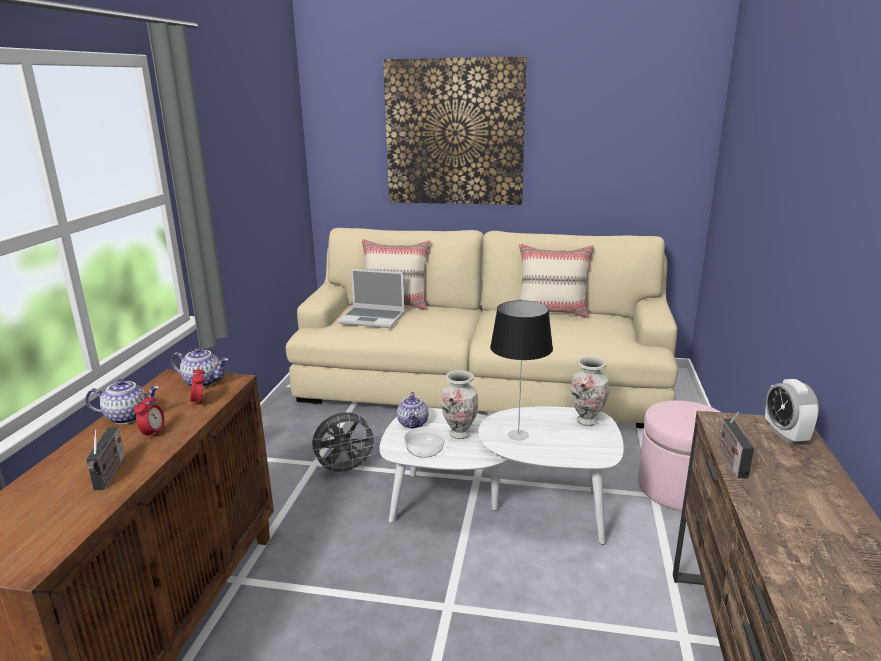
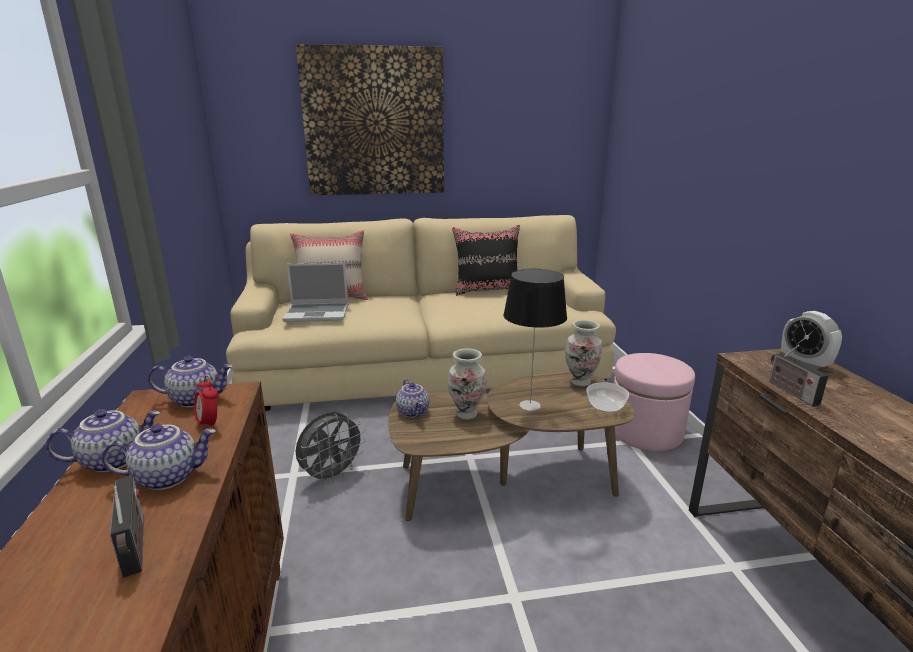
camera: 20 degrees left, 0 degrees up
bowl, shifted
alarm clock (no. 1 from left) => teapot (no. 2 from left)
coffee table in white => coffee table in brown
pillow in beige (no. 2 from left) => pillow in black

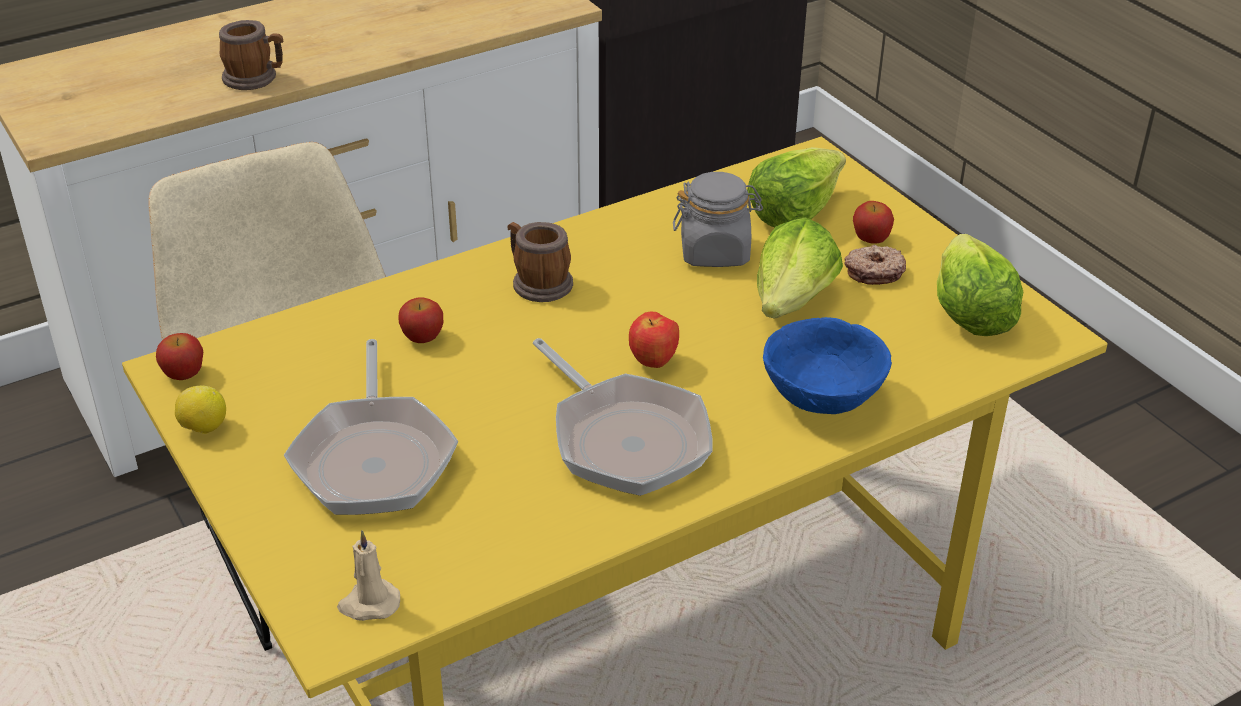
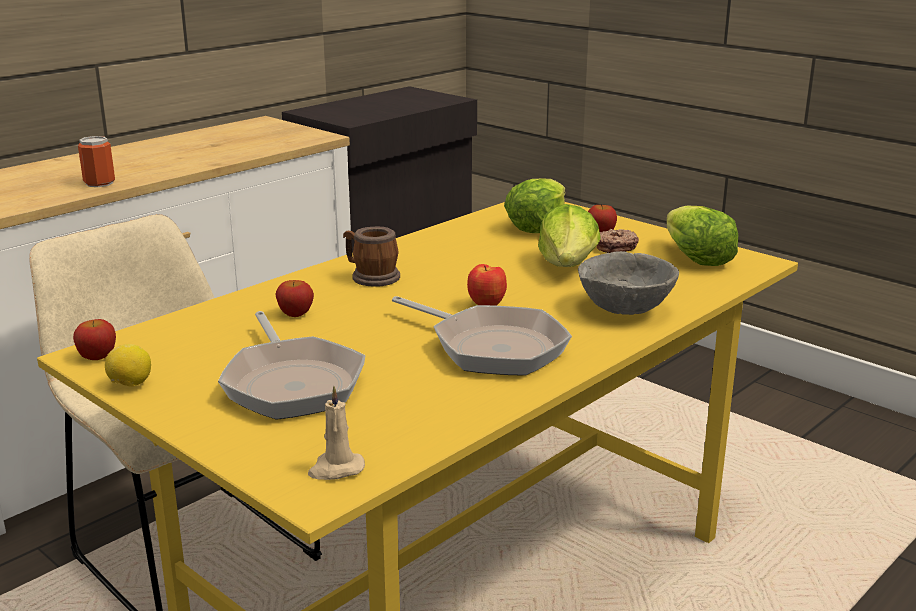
camera: 15 degrees left, 15 degrees down
jar in grey => nothing
mug (no. 1 from left) => can
bowl in blue => bowl in grey

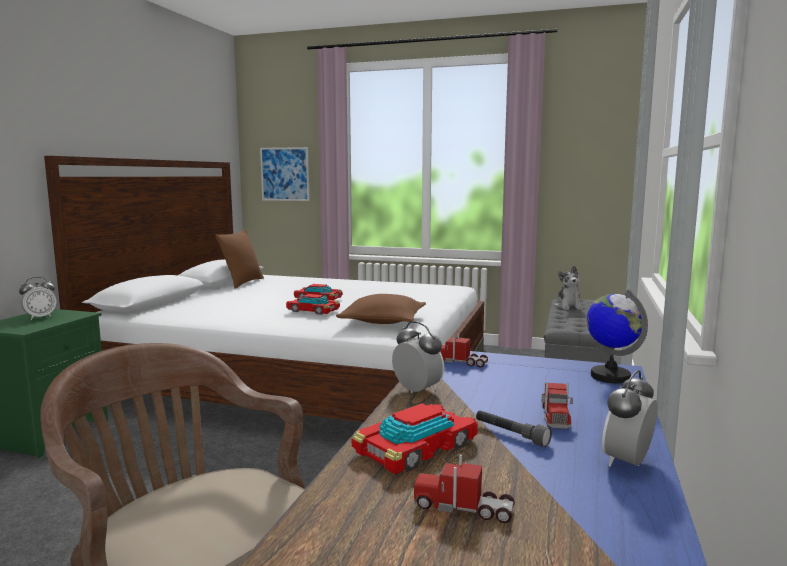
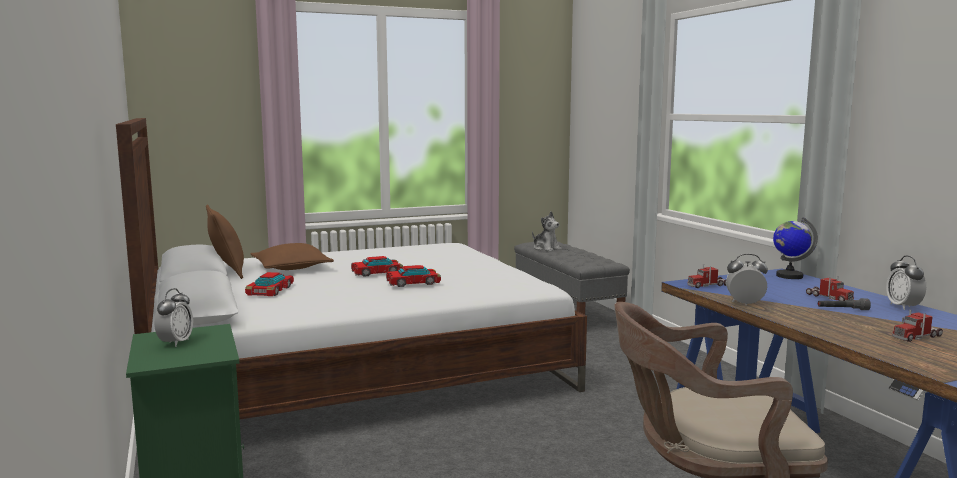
camera: 40 degrees left, 0 degrees up
picture => nothing
pillow in brown (no. 2 from left), shifted
toy car (no. 3 from left in the first image) => toy car (no. 1 from left), shifted

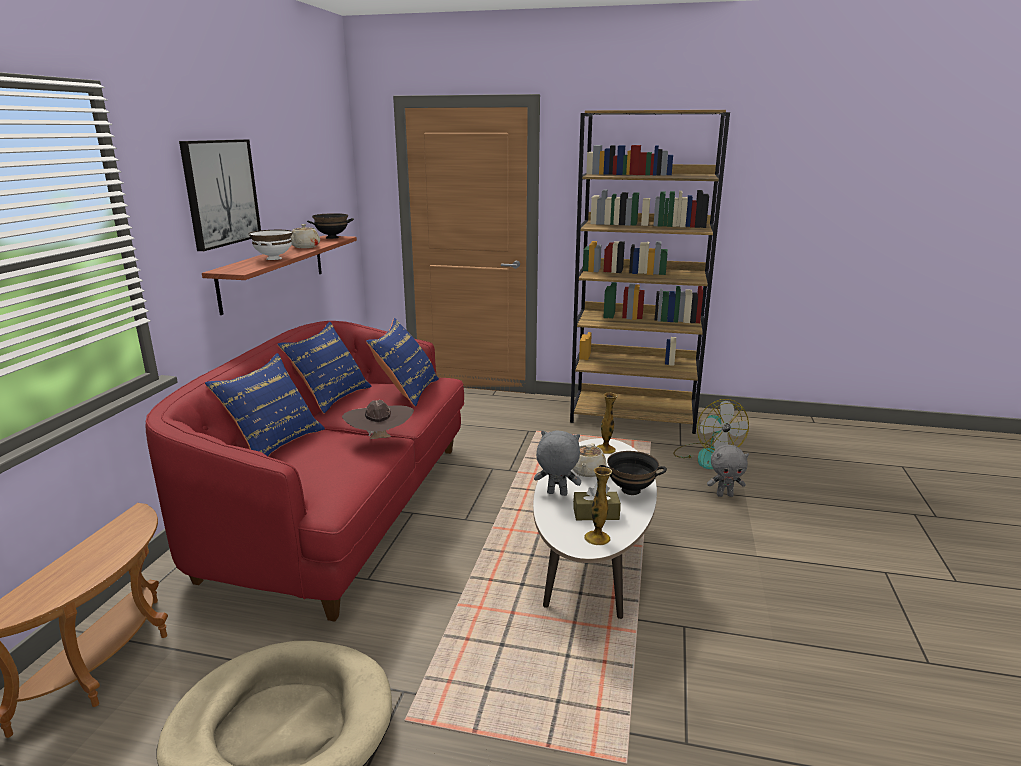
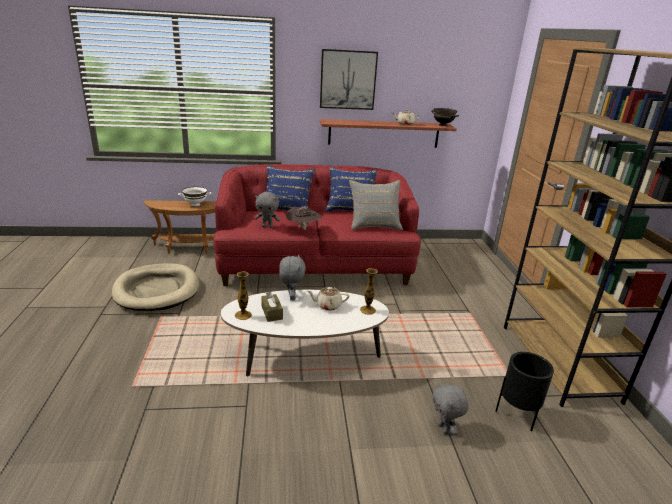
camera: 70 degrees right, 5 degrees up
bowl in black (no. 2 from left) => nothing
nothing => plush toy in grey (no. 1 from left)
bowl in white, shifted
fan => planter in black
pillow in blue (no. 3 from left) => pillow in grey

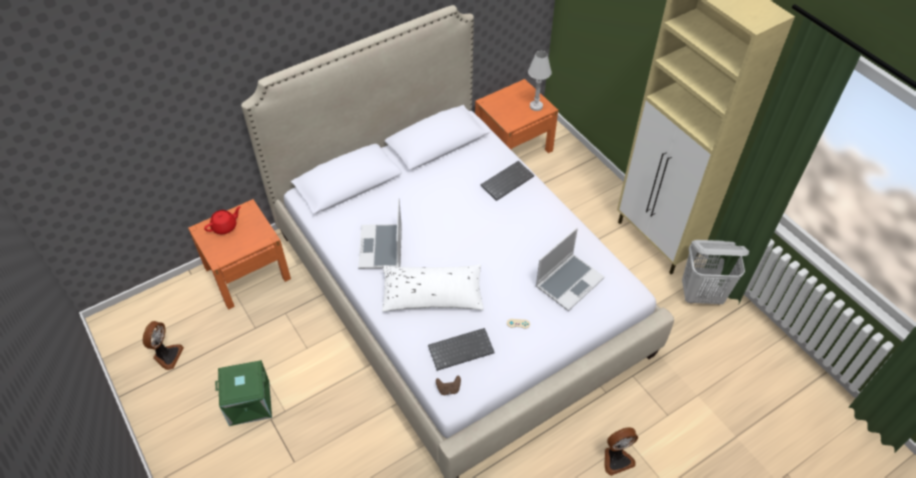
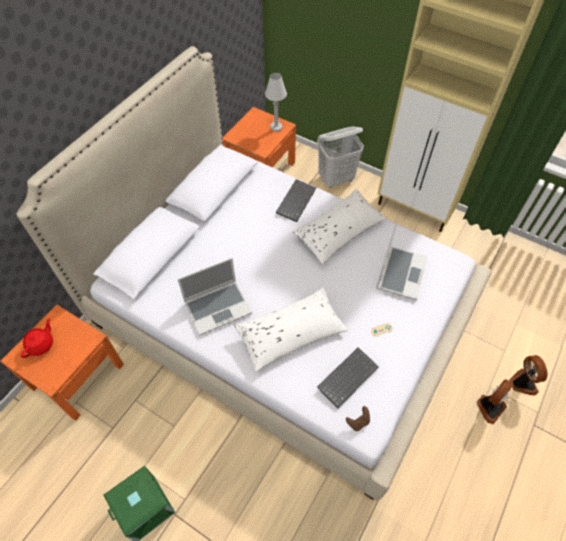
camera: 25 degrees left, 5 degrees up
nothing => pillow in white (no. 2 from left)
fan (no. 1 from left in the first image) => fan (no. 2 from left), shifted
laundry basket in white, shifted
laptop (no. 1 from left), 90 degrees counterclockwise

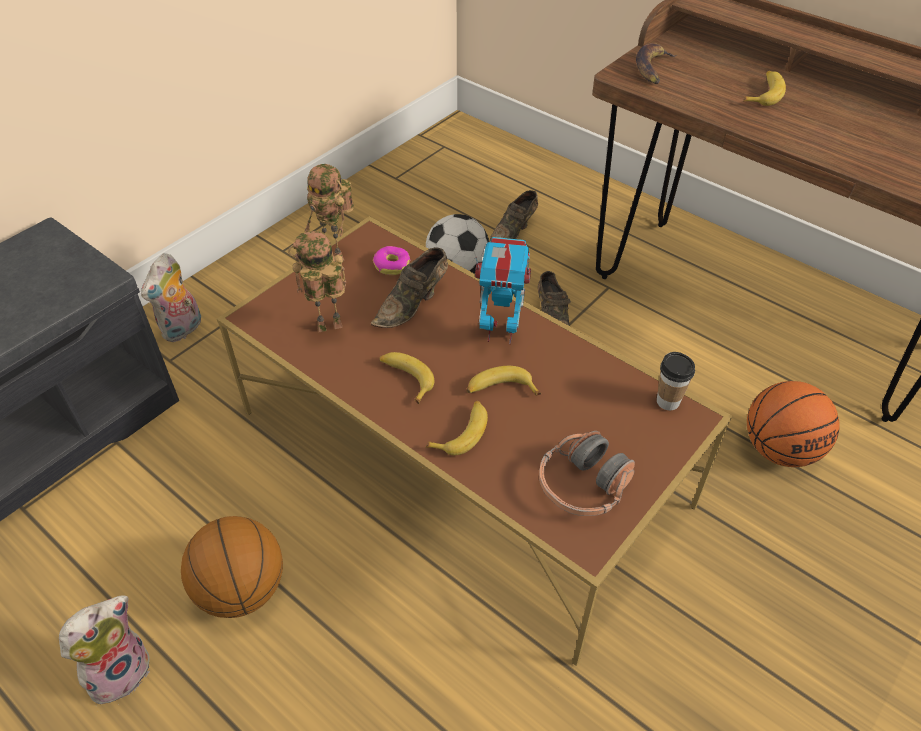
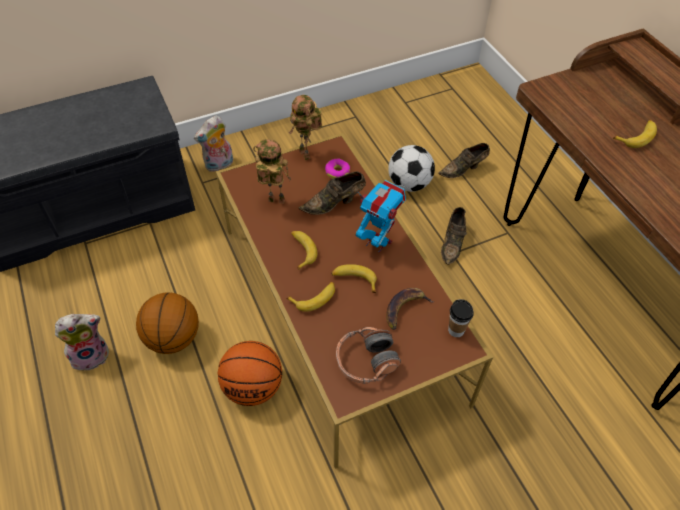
camera: 25 degrees right, 5 degrees up
banana (no. 4 from left), shifted
basketball (no. 2 from left), shifted

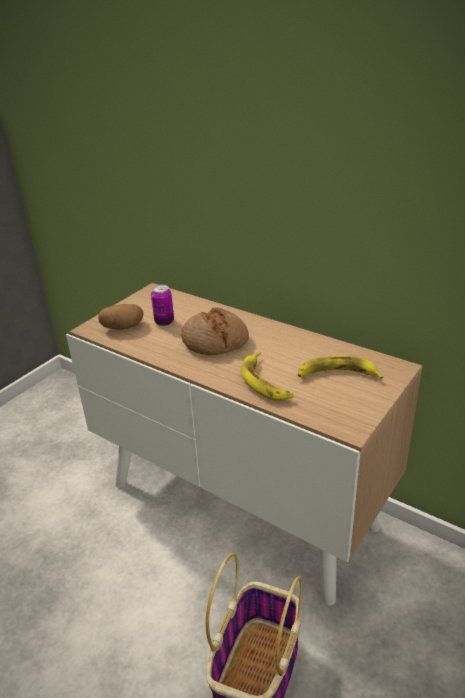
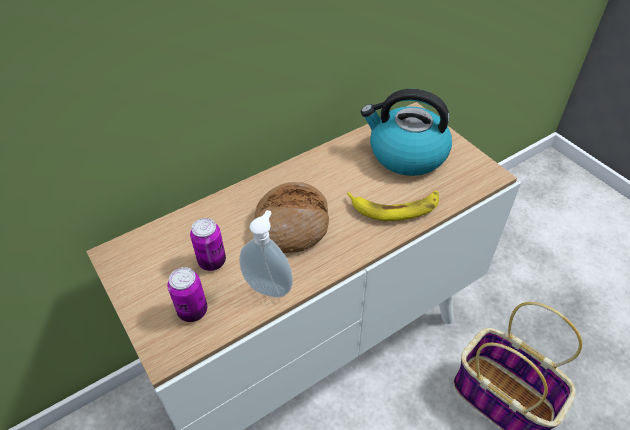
camera: 70 degrees left, 15 degrees up
nothing => soap dispenser
potato => can (no. 1 from left)
banana (no. 2 from left) => kettle

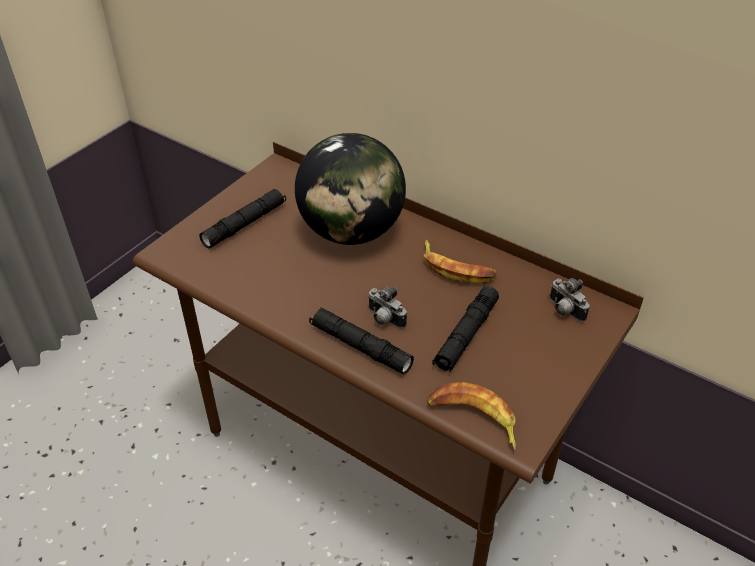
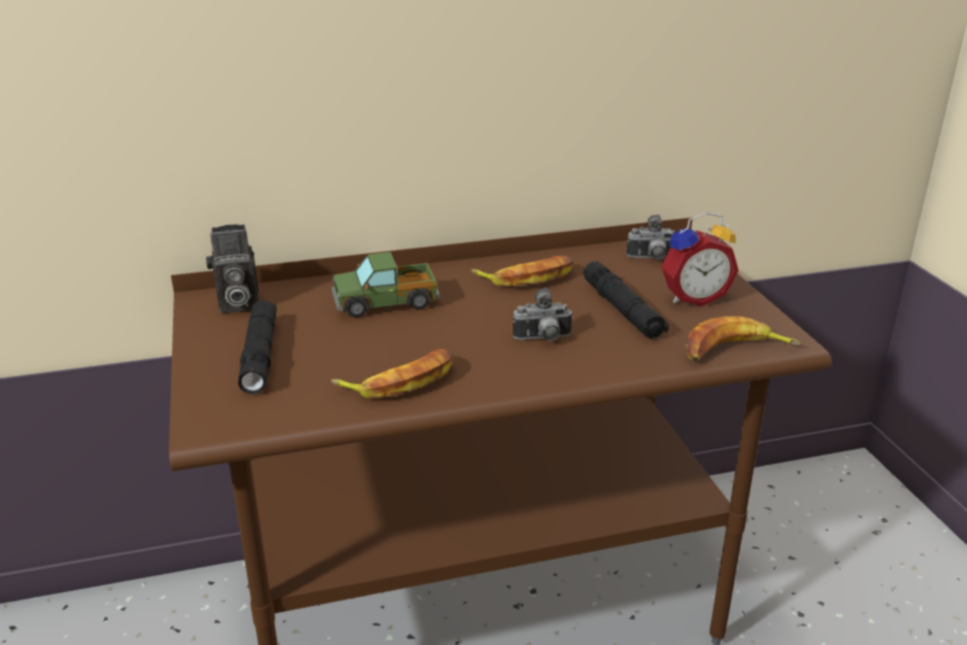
camera: 50 degrees left, 15 degrees down
flashlight in black (no. 2 from left) => nothing
nothing => photo camera (no. 1 from left)
nothing => banana (no. 1 from left)
nothing => alarm clock
globe => toy truck

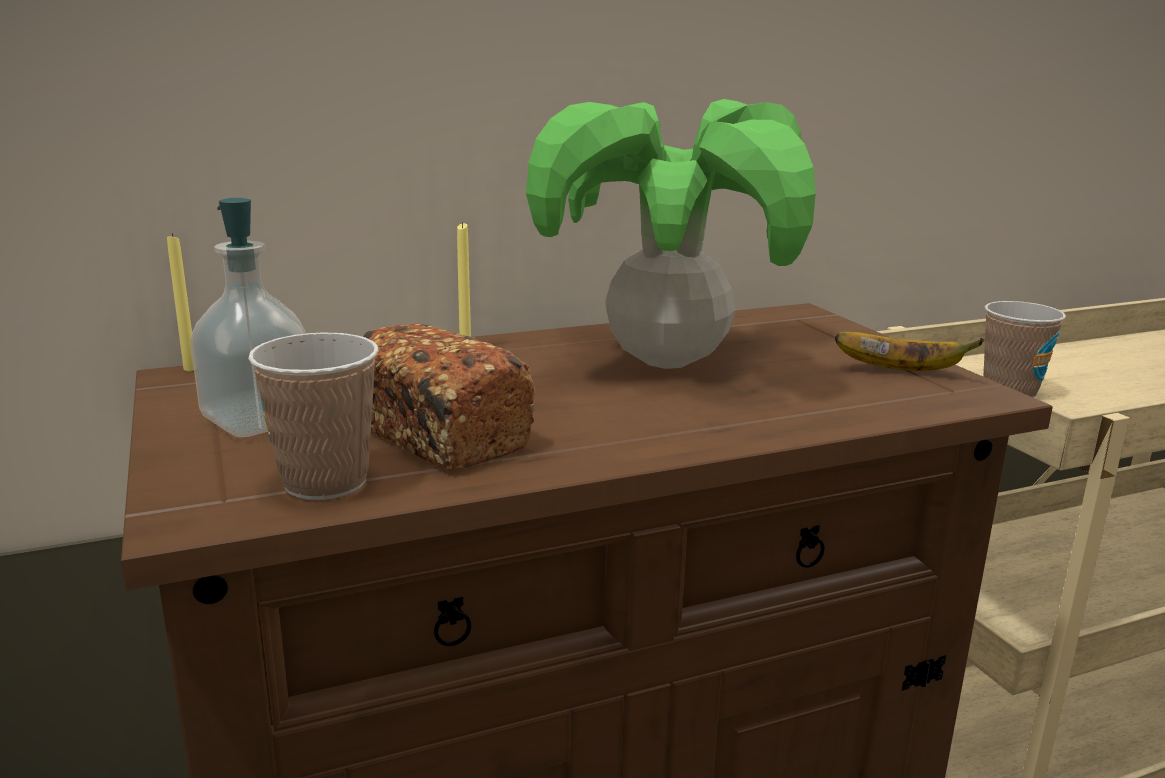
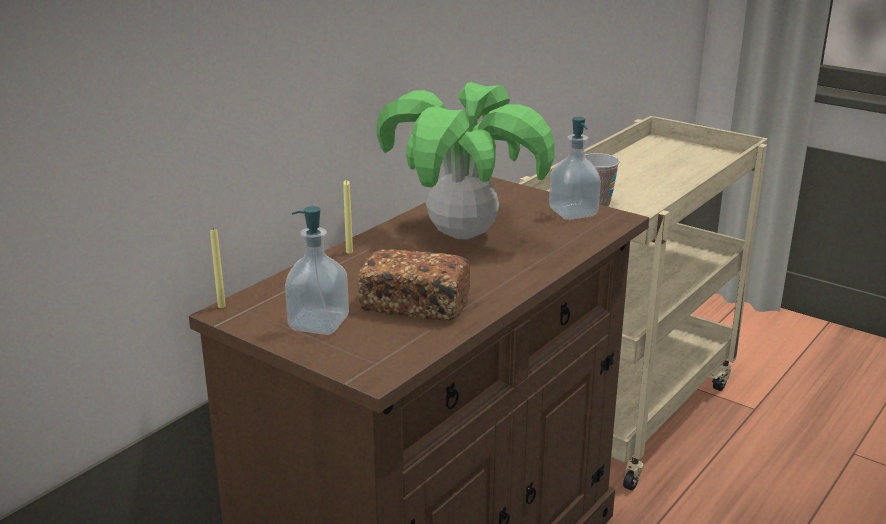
camera: 30 degrees left, 5 degrees up
cup (no. 1 from left) => nothing
banana => soap dispenser (no. 2 from left)

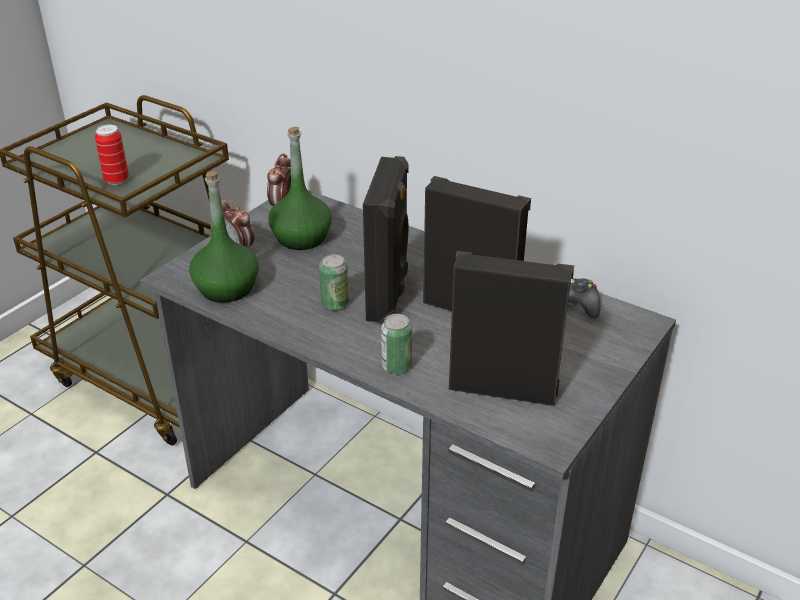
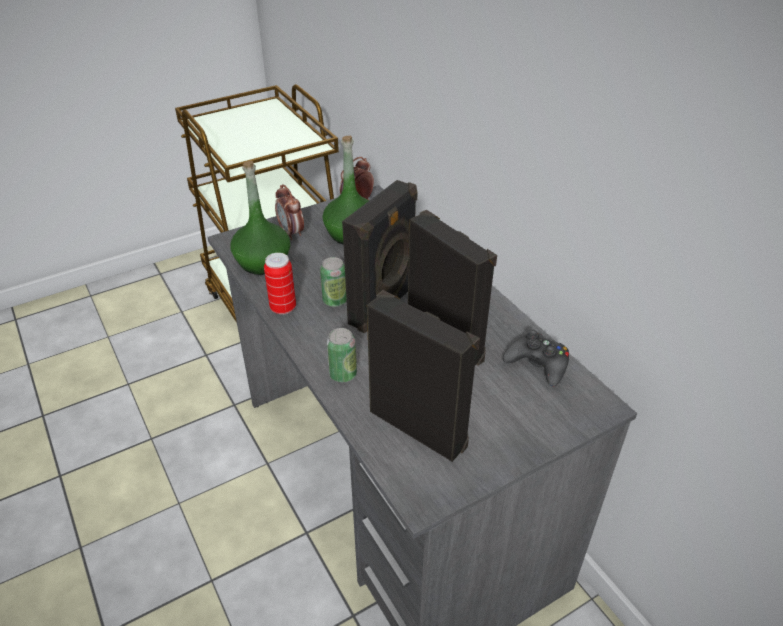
camera: 25 degrees right, 5 degrees up
can (no. 1 from left), shifted

